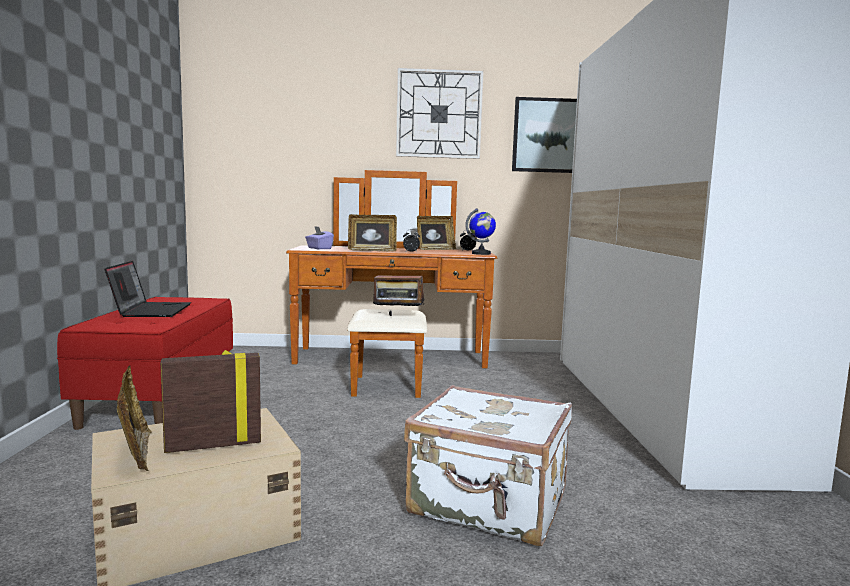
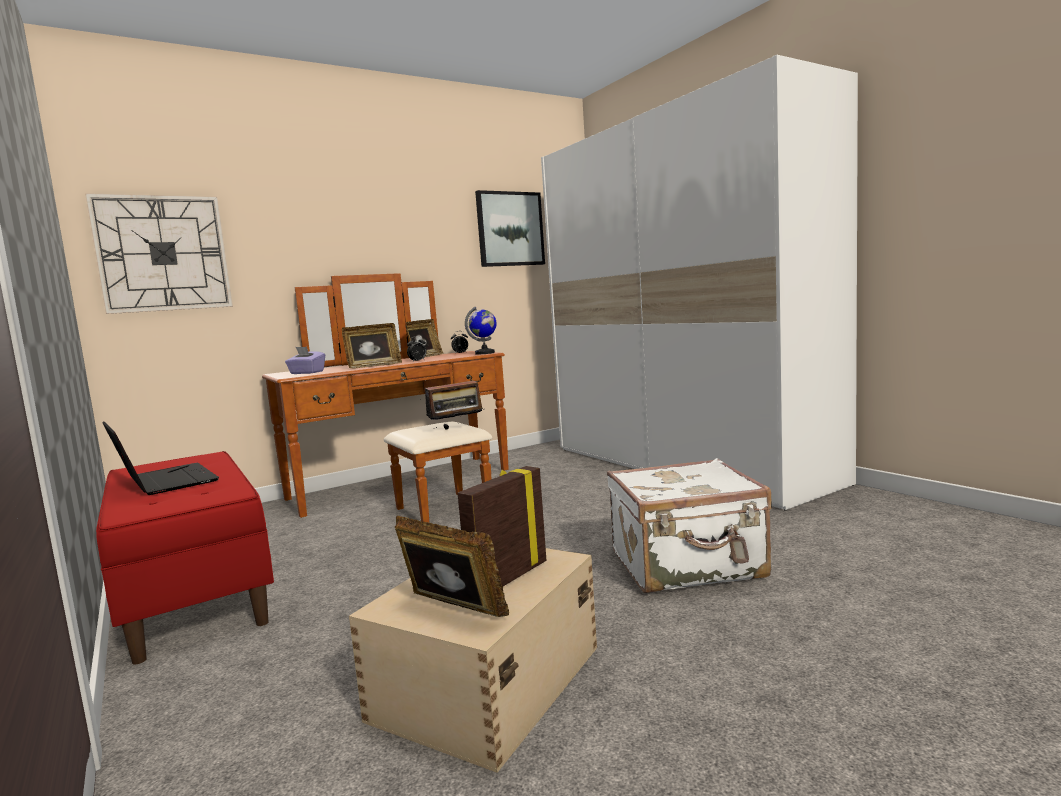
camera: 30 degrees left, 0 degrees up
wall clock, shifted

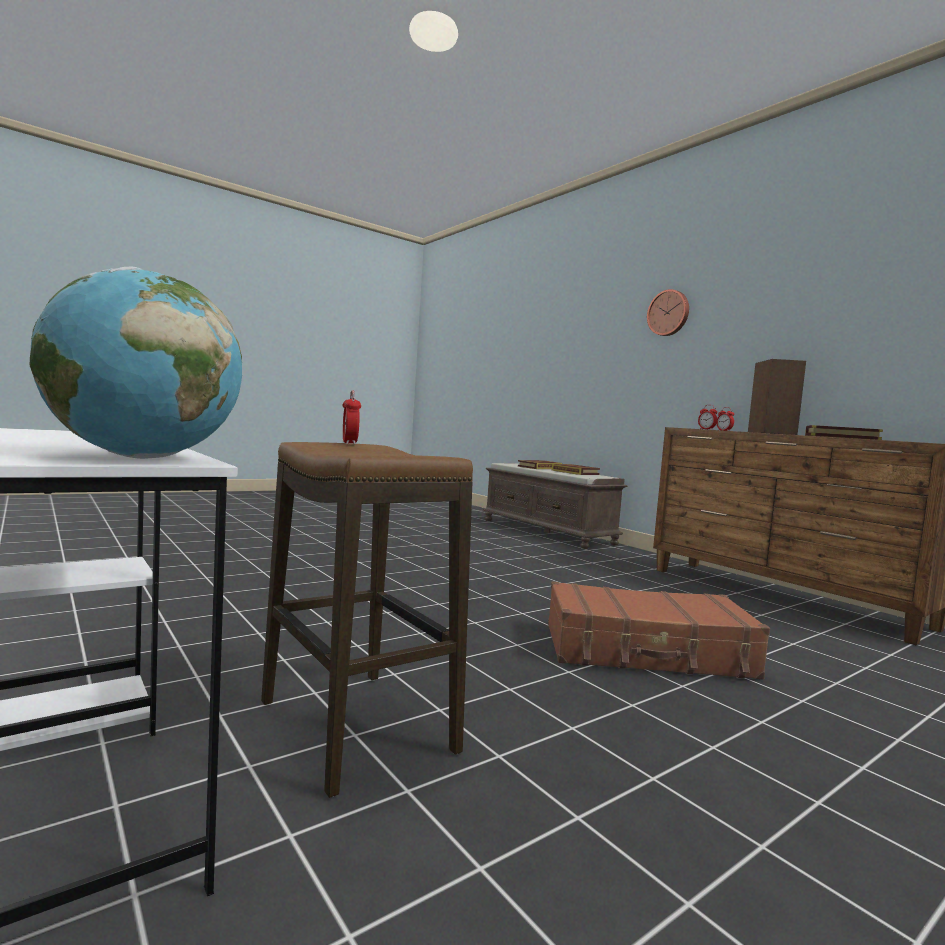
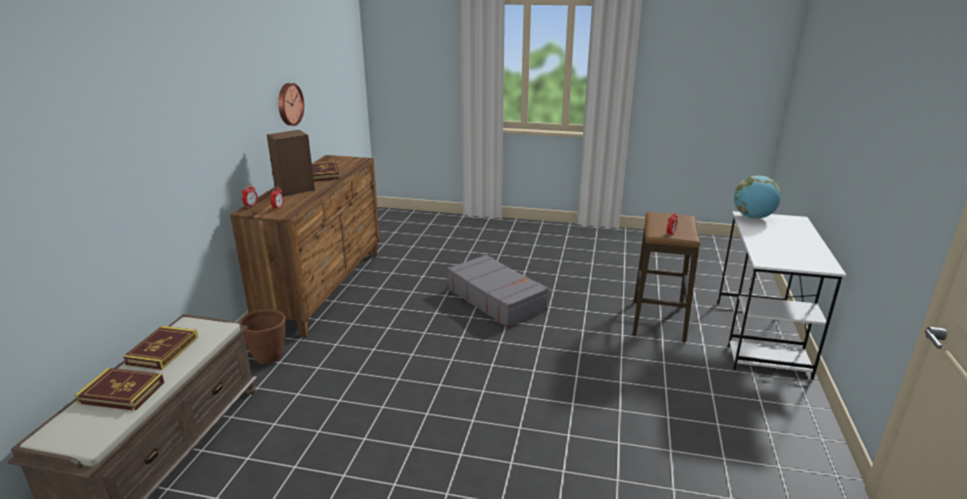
camera: 130 degrees left, 20 degrees up
nothing => planter in brown
wall clock, shifted
suitcase in brown => suitcase in grey

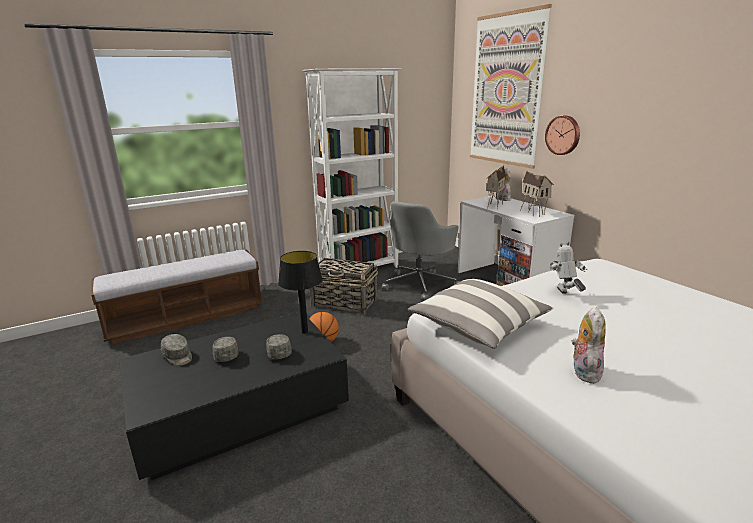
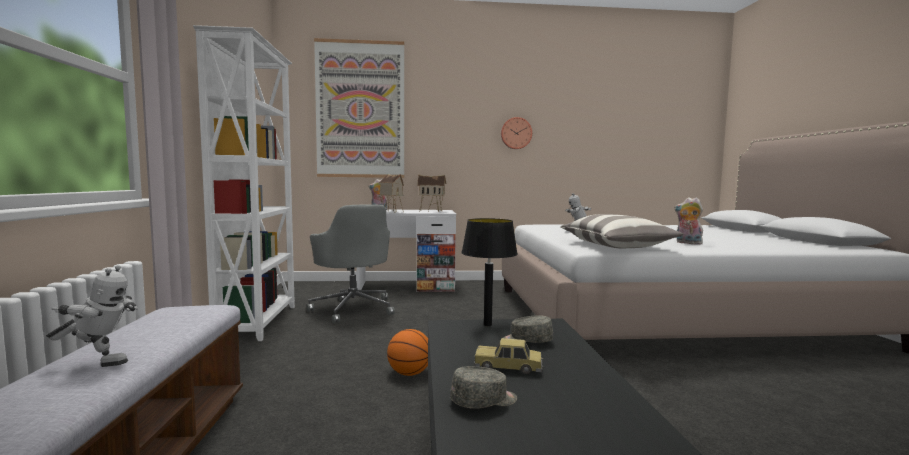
camera: 65 degrees left, 15 degrees down
basket => nothing
nothing => toy robot (no. 1 from left)
wall clock, shifted
cap in grey (no. 2 from left) => toy car

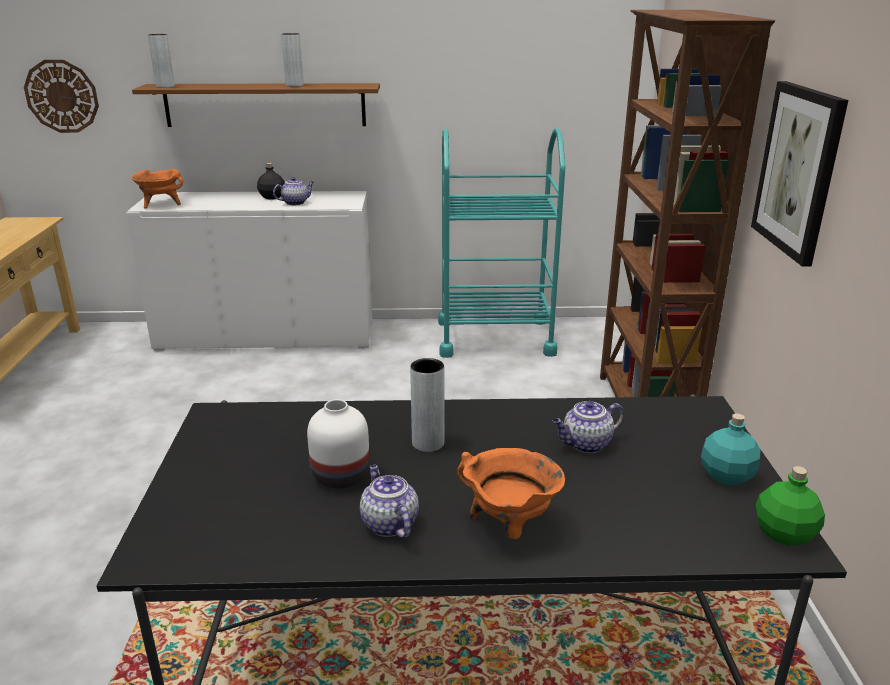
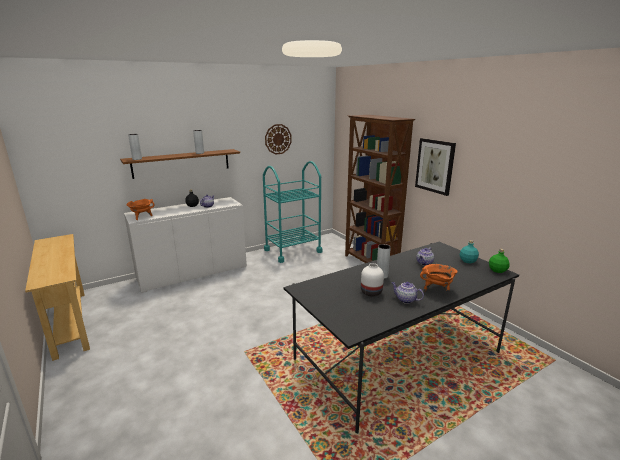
camera: 30 degrees left, 5 degrees down
wall clock, shifted

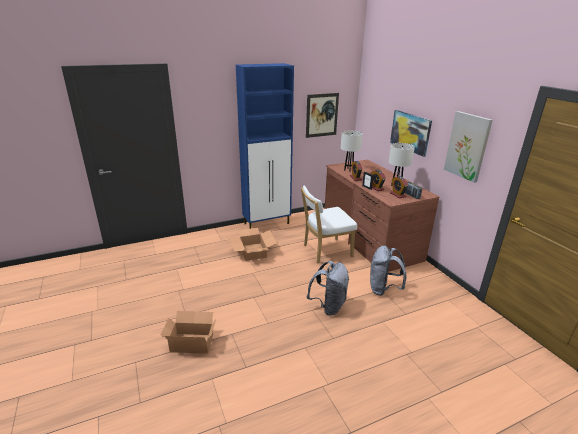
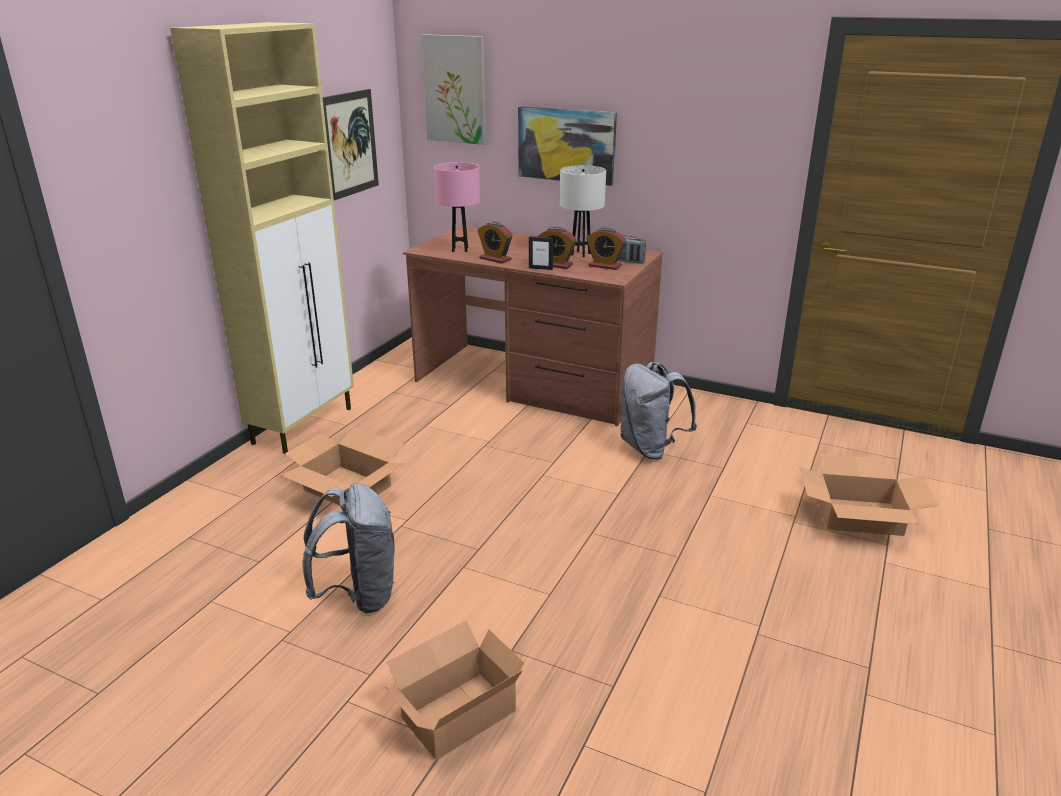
camera: 40 degrees left, 0 degrees up
chair in white => nothing
nothing => cardboard box (no. 3 from left)
backpack in grey (no. 1 from left), shifted
picture (no. 3 from left in the first image) => picture (no. 2 from left), shifted
cabinet in blue => cabinet in beige
table lamp in white (no. 1 from left) => table lamp in pink

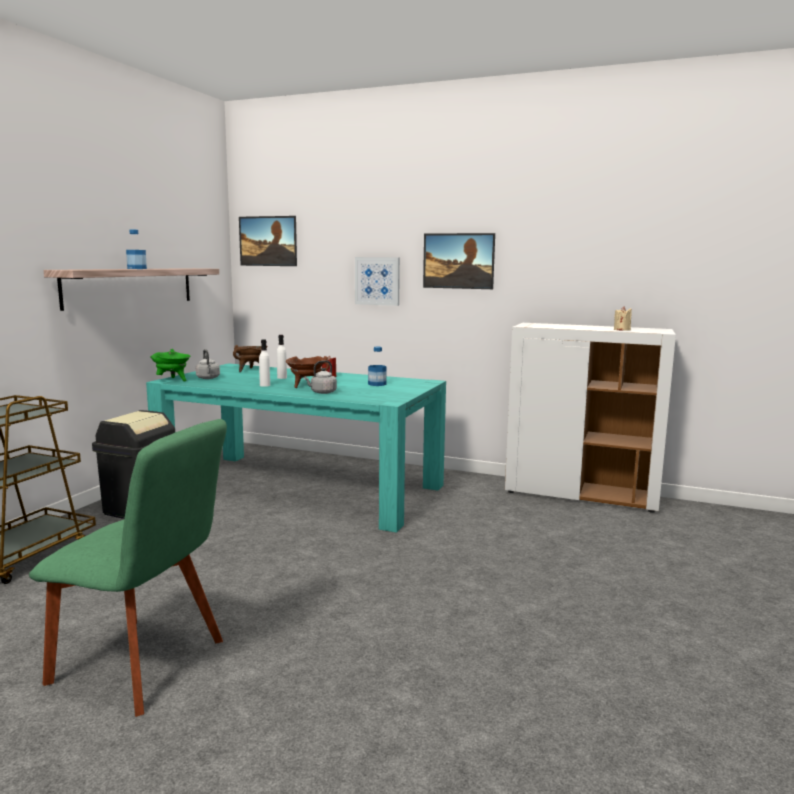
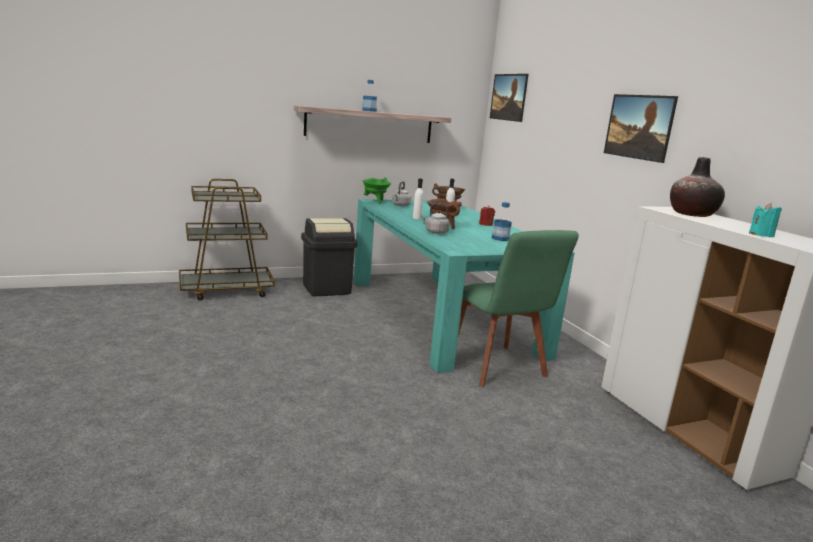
camera: 45 degrees right, 5 degrees up
picture (no. 2 from left) => nothing
nothing => vase
chair in green, shifted
candle in beige => candle in turquoise

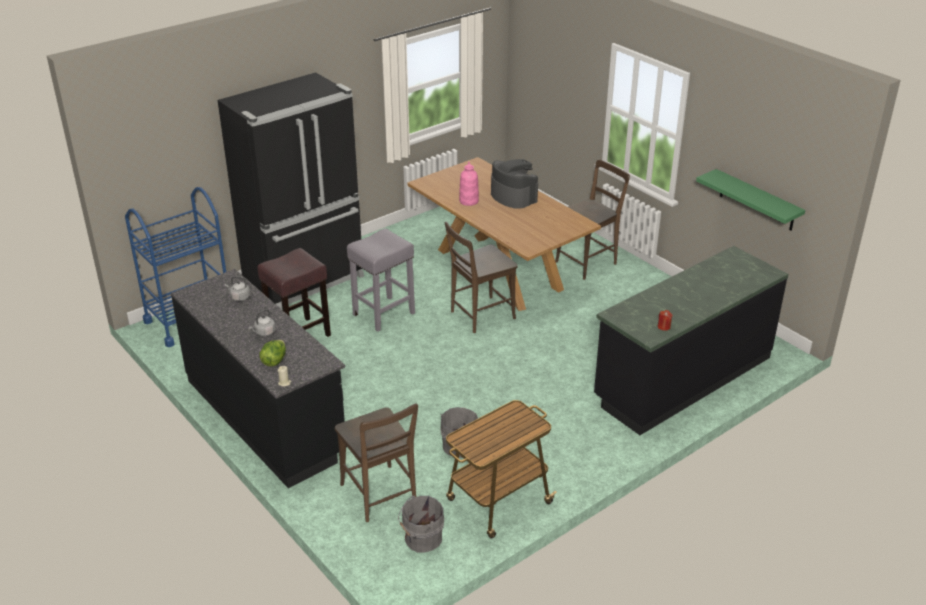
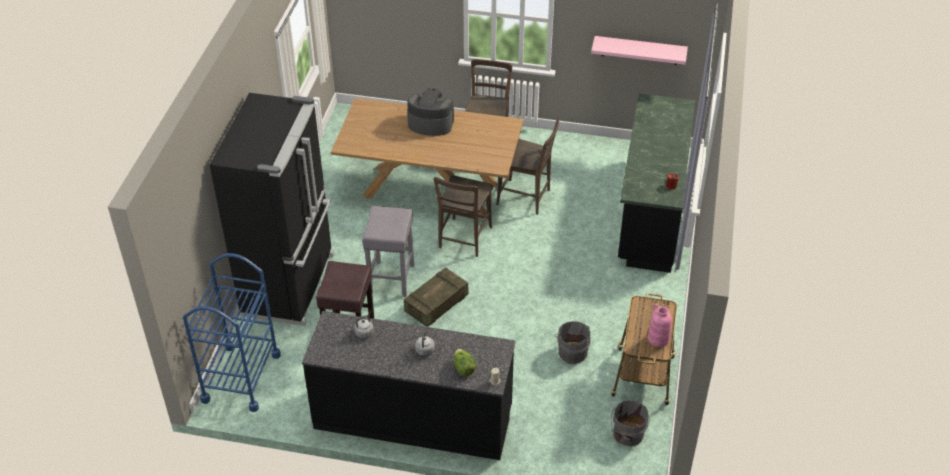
camera: 40 degrees left, 10 degrees up
nothing => crate
chair in brown (no. 1 from left in the first image) => chair in brown (no. 3 from left), shifted
vase in pink, shifted
shelf in green => shelf in pink

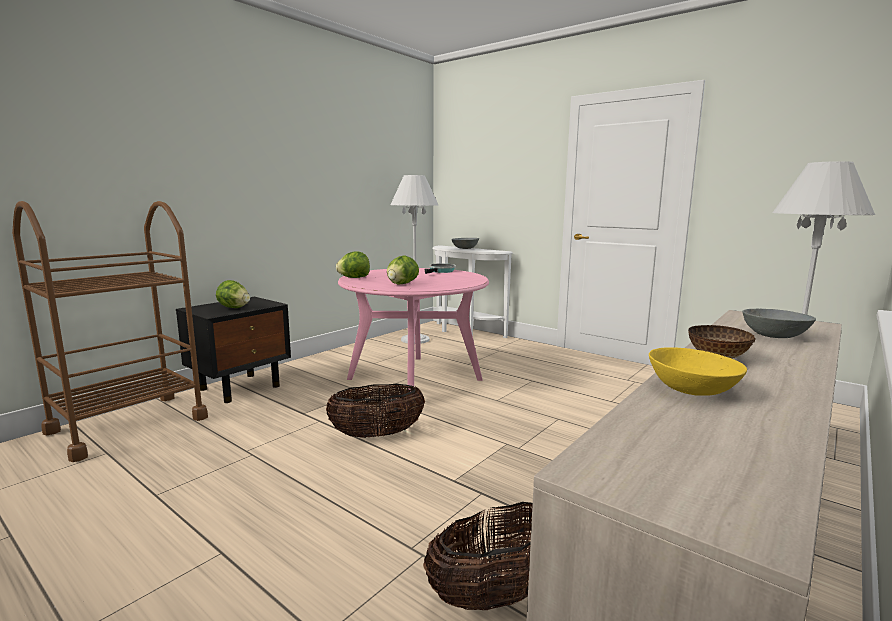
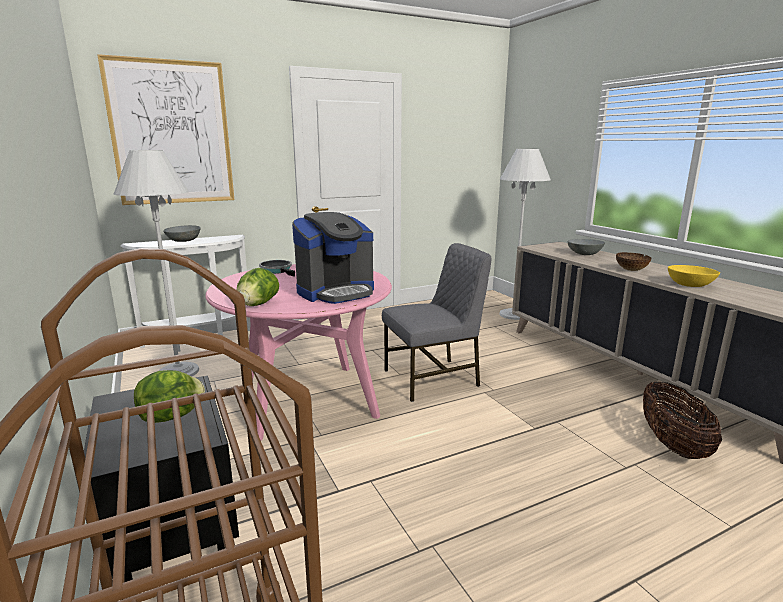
camera: 65 degrees left, 5 degrees up
basket (no. 1 from left) => nothing
nothing => picture
nothing => chair in grey
lettuce (no. 3 from left) => coffee machine

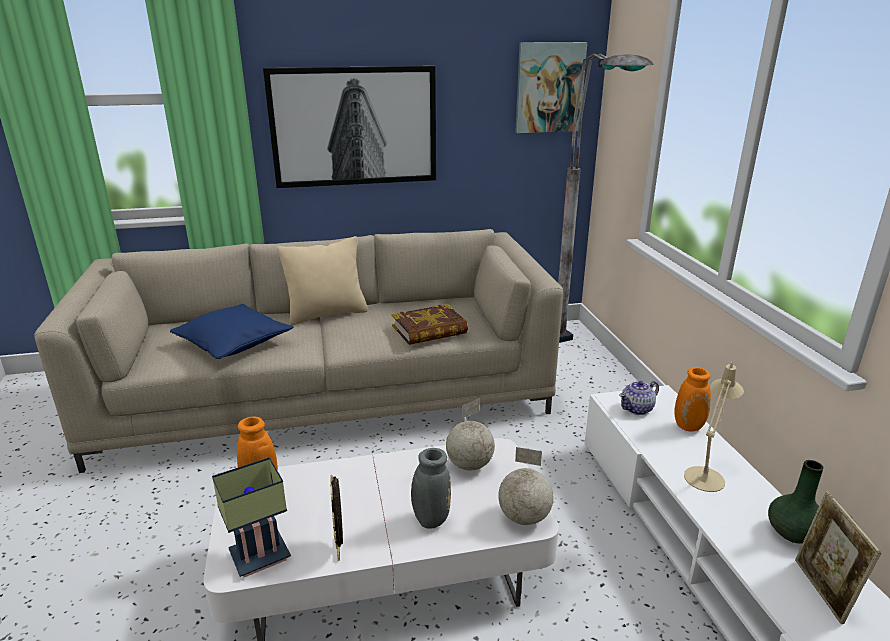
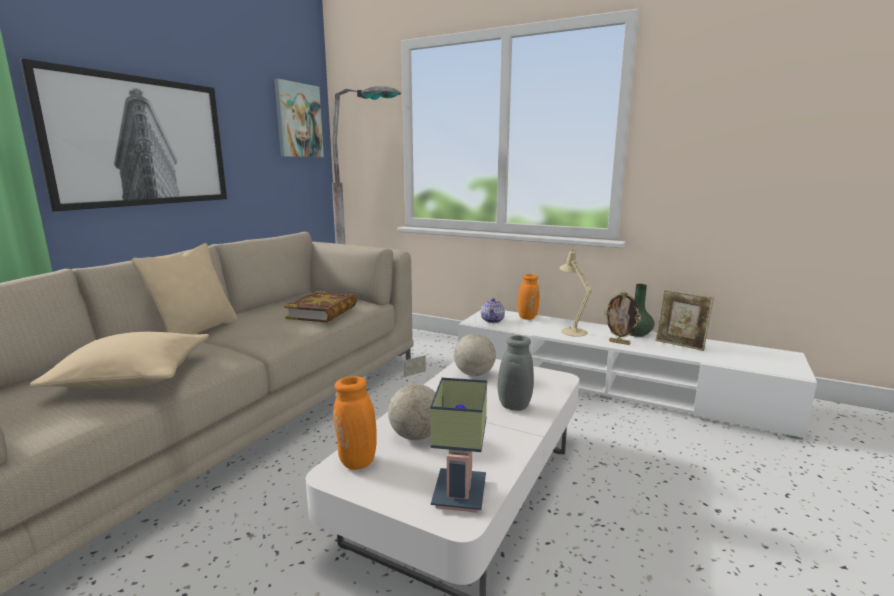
camera: 50 degrees left, 10 degrees down
picture frame (no. 1 from left), shifted
globe (no. 2 from left in the first image) => globe (no. 1 from left), shifted
pillow in blue => pillow in beige (no. 1 from left)

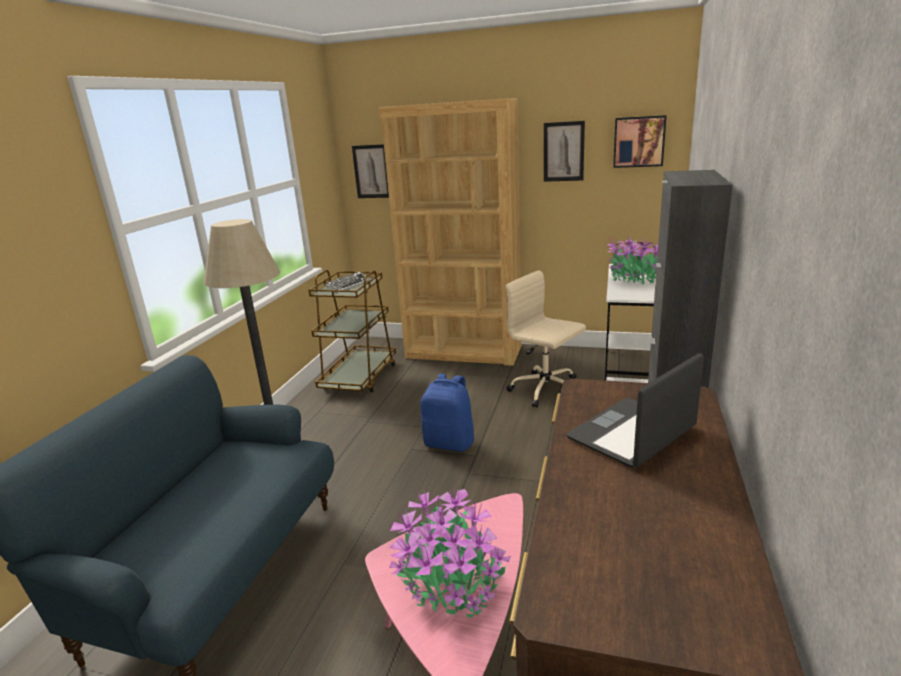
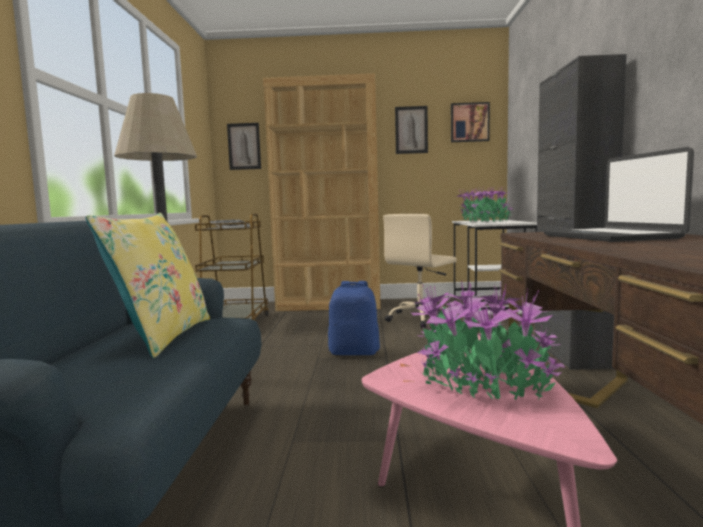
camera: 15 degrees left, 15 degrees down
nothing => pillow in yellow
office chair in beige, 75 degrees counterclockwise
laptop, 45 degrees counterclockwise

